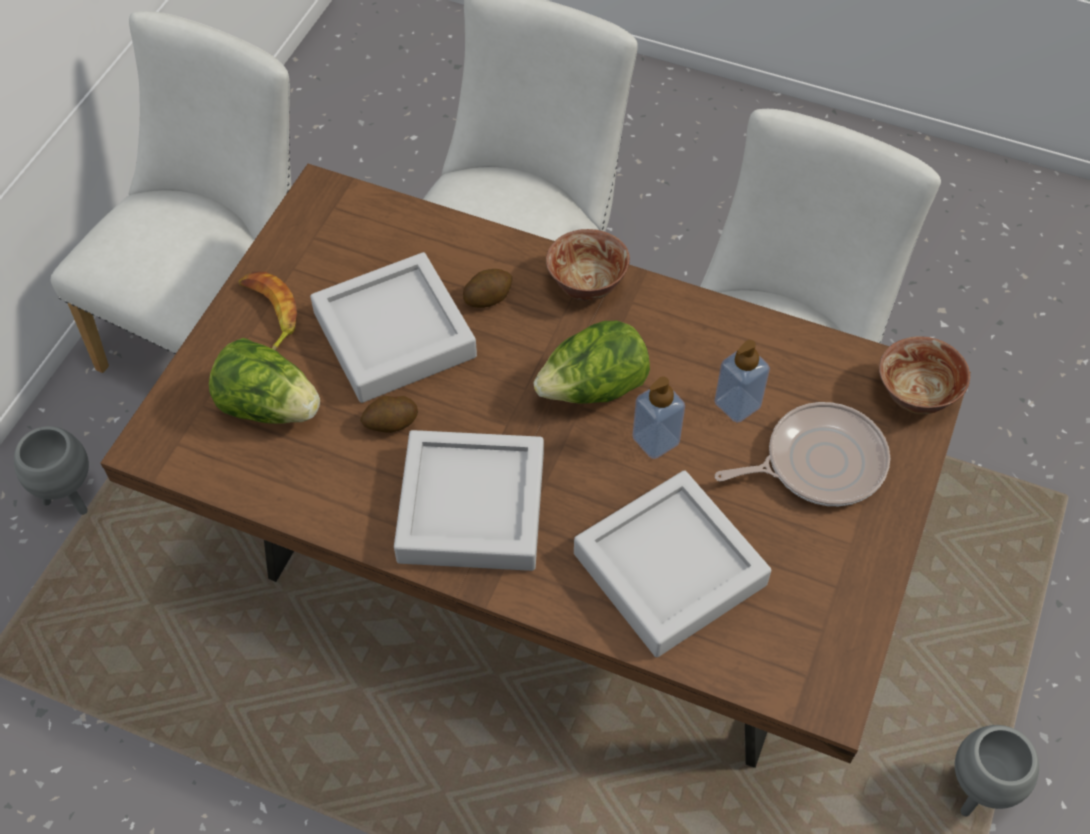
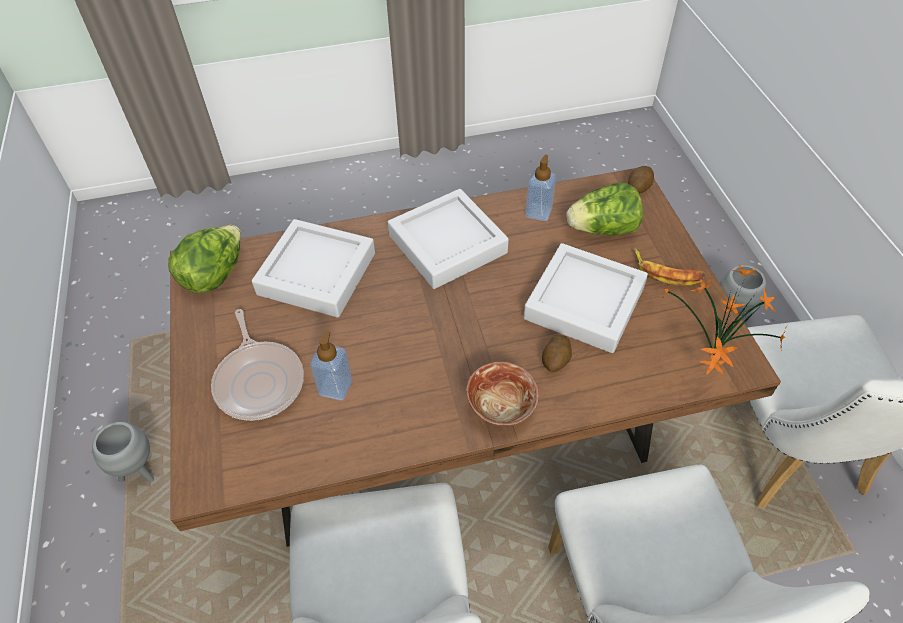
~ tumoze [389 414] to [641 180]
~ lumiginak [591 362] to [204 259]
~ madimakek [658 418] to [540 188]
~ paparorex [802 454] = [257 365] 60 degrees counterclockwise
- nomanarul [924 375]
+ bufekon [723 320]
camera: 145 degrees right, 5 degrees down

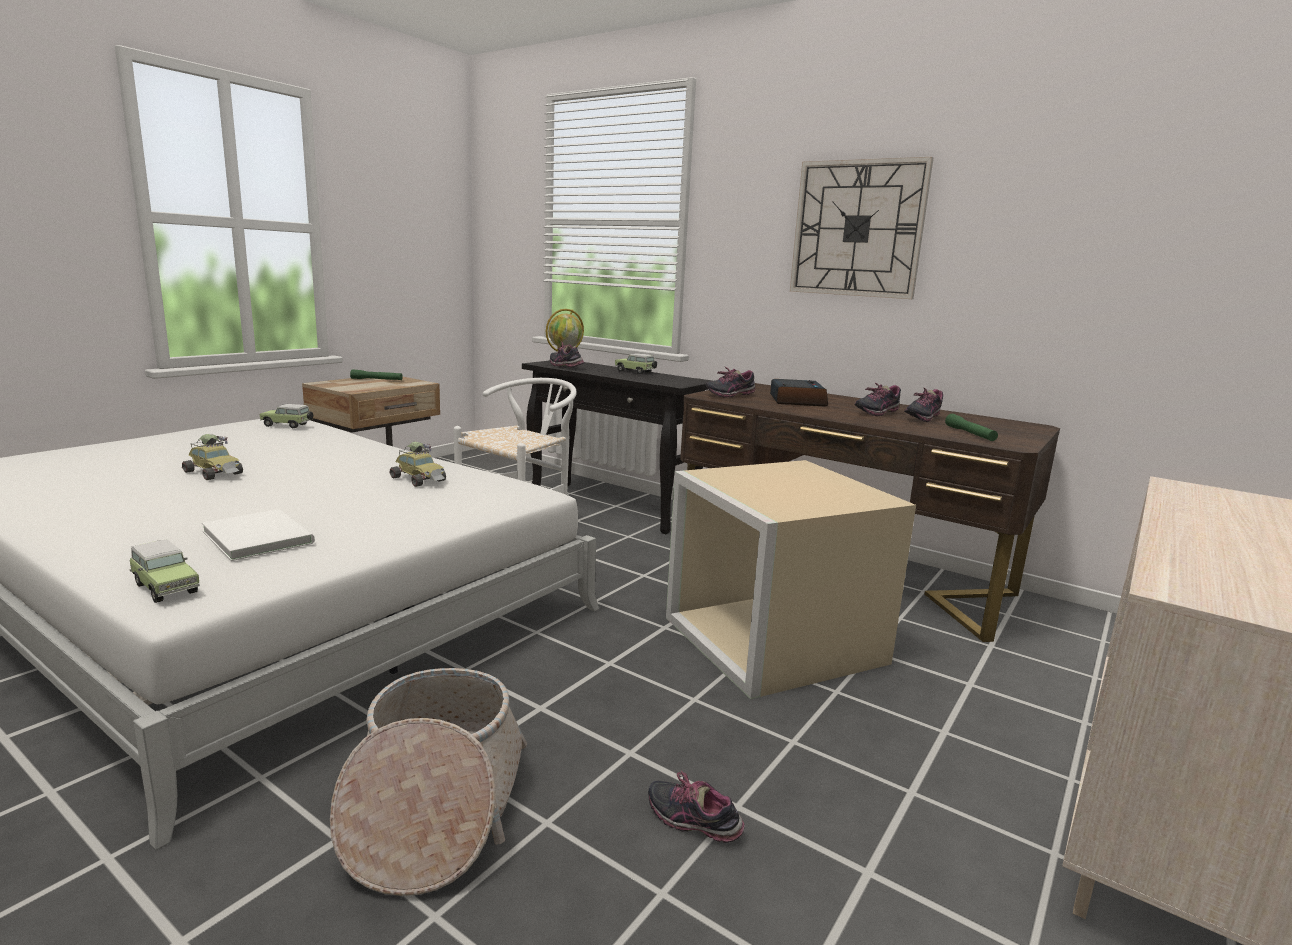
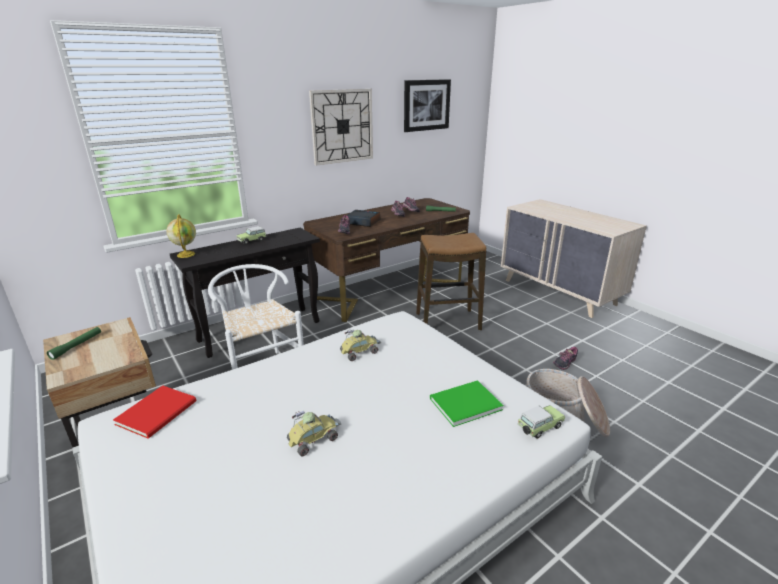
~ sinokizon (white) [258 535] to sinokizon (green) [466 403]
~ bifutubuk [286 416] to sinokizon (red) [155 412]
- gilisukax [567 354]
~ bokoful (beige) [791 579] to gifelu [451 281]
+ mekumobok [427 105]
camera: 70 degrees left, 10 degrees up

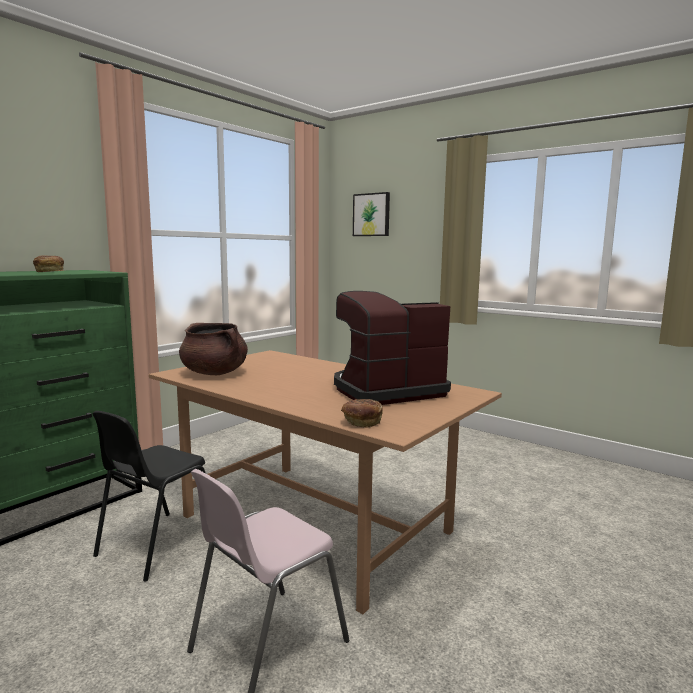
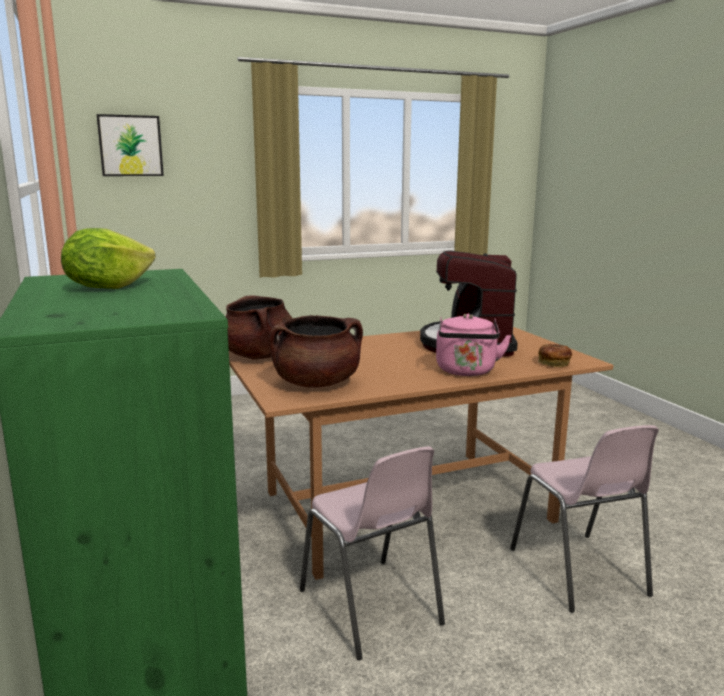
~ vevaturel [48 263] to lumiginak [108 258]
~ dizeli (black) [148 496] to dizeli (pink) [372 553]
+ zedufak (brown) [259 327]
+ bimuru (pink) [473 345]
camera: 60 degrees left, 5 degrees up

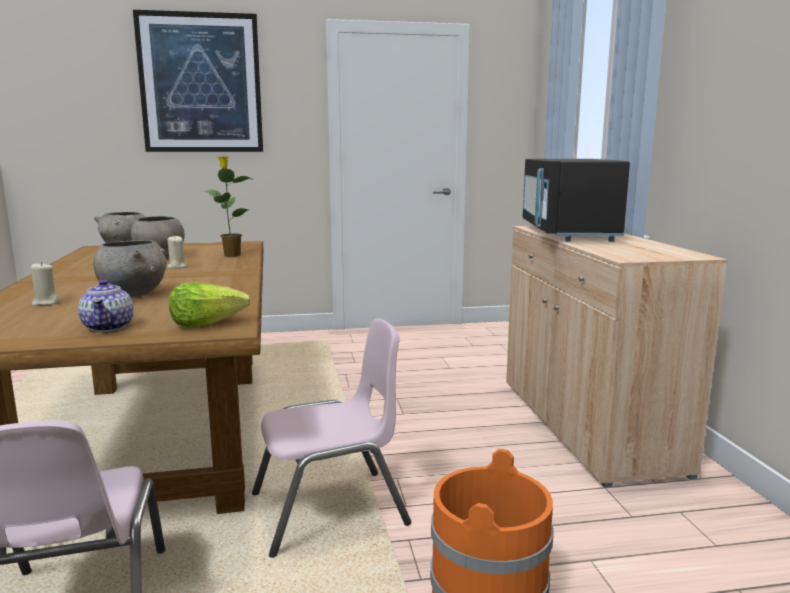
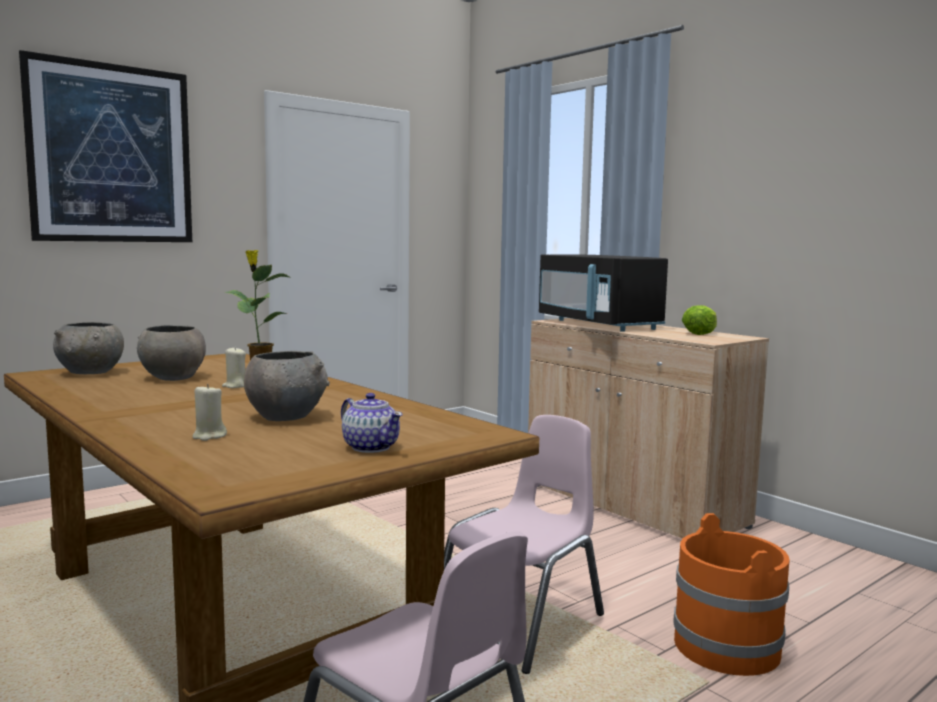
~ lumiginak [210 304] to [699 320]
camera: 30 degrees left, 5 degrees down

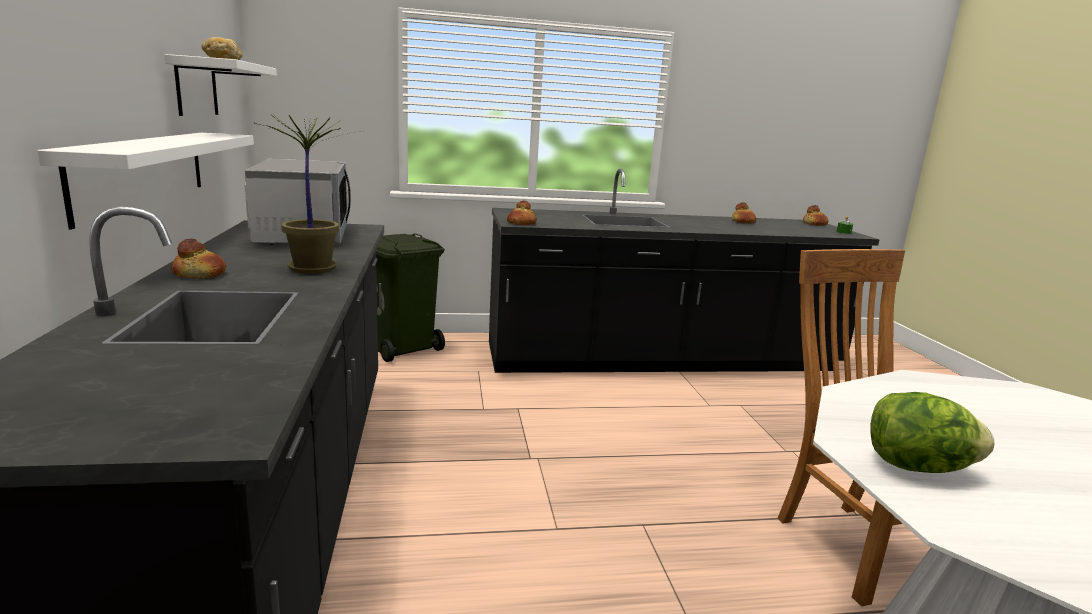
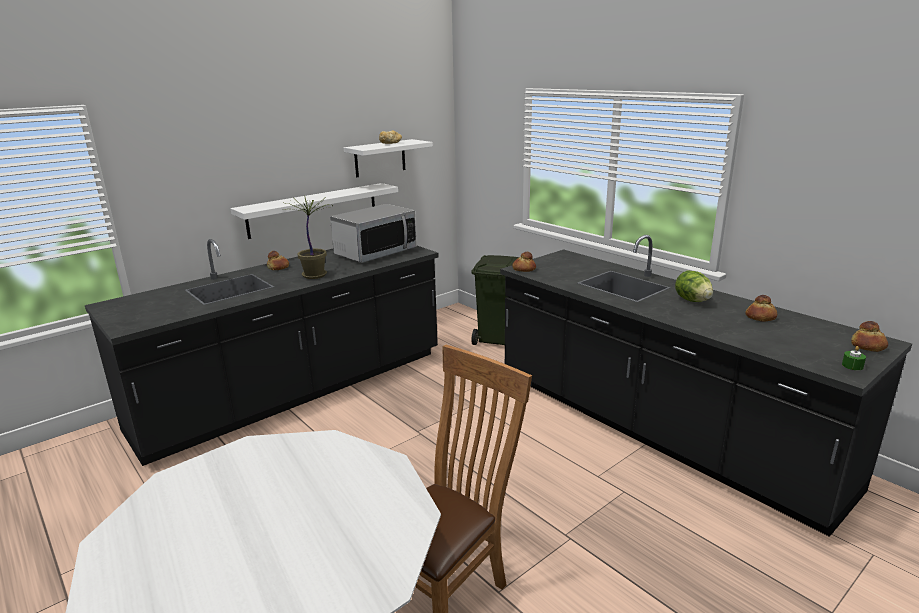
~ lumiginak [932 432] to [694 286]
camera: 60 degrees right, 5 degrees up

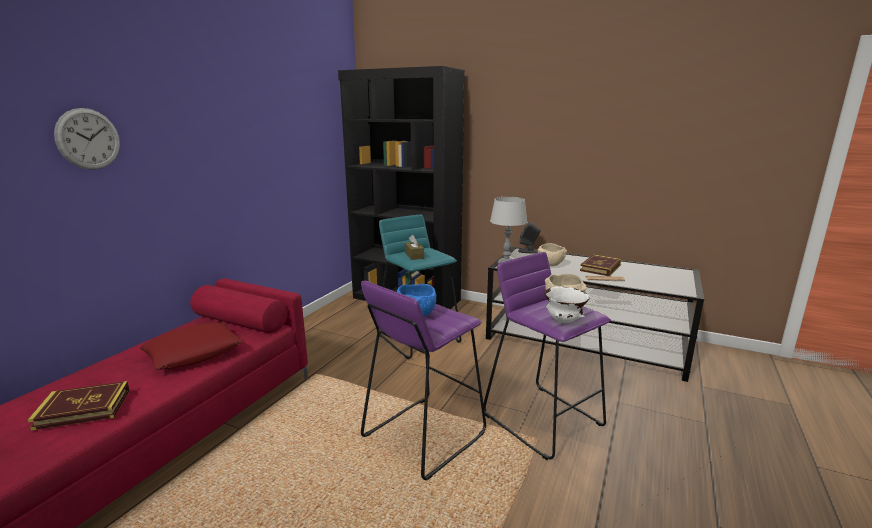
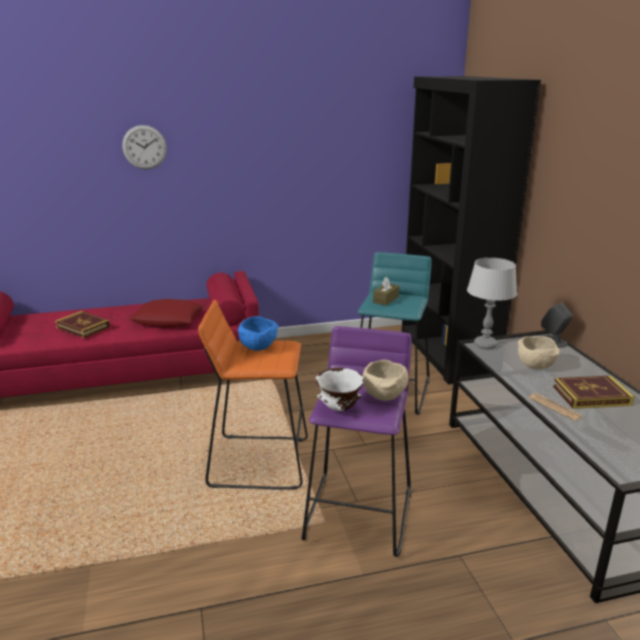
~ gifelu (purple) [423 380] to gifelu (orange) [253 395]
camera: 50 degrees right, 5 degrees up

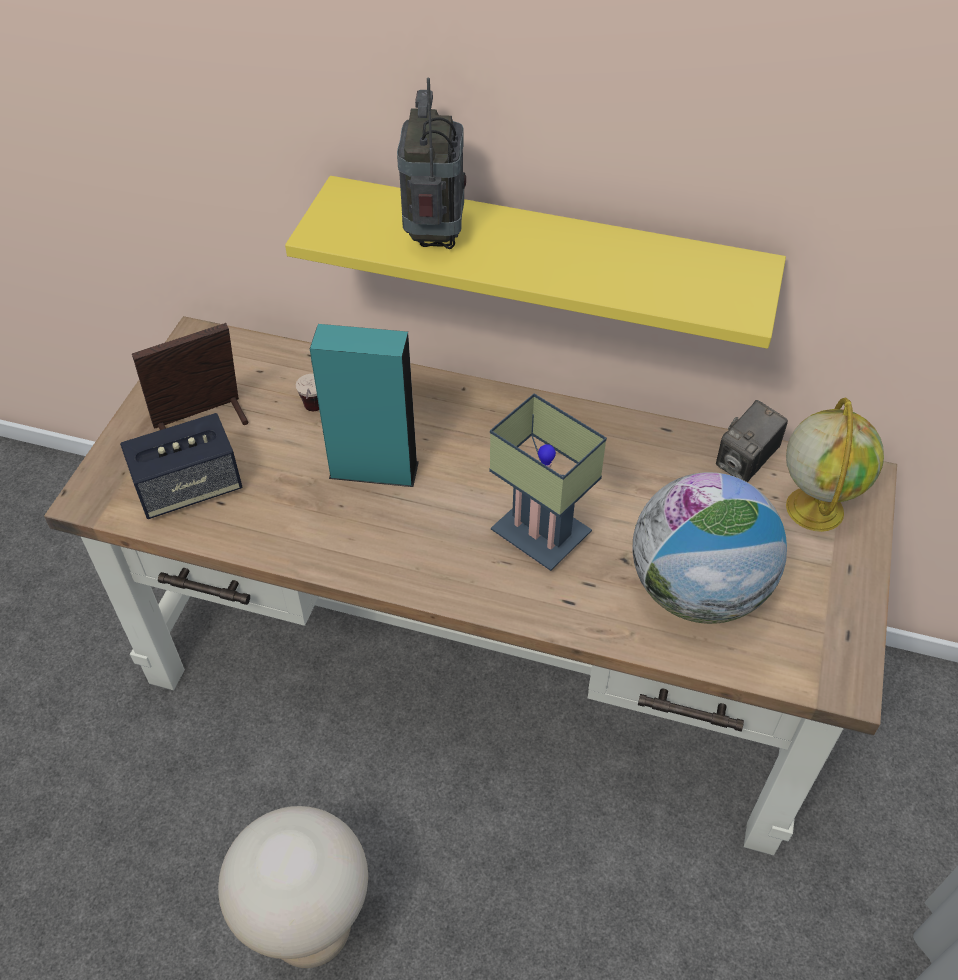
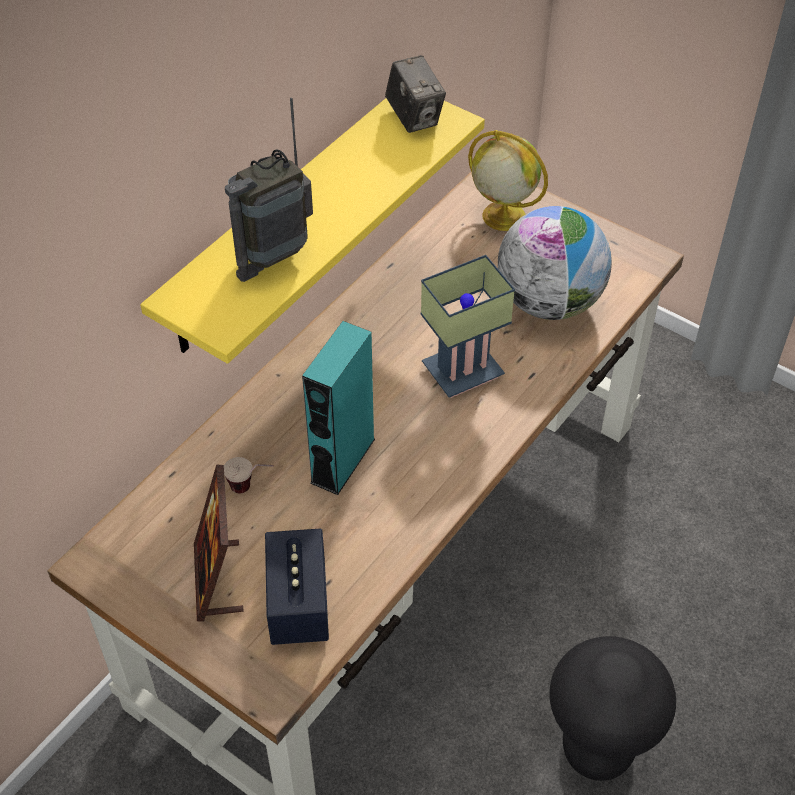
~ gifelu (beige) [293 887] to gifelu (black) [612 708]
~ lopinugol [431 163] = [269 190] 60 degrees counterclockwise
~ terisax [752 441] to [415 94]
camera: 70 degrees left, 0 degrees up

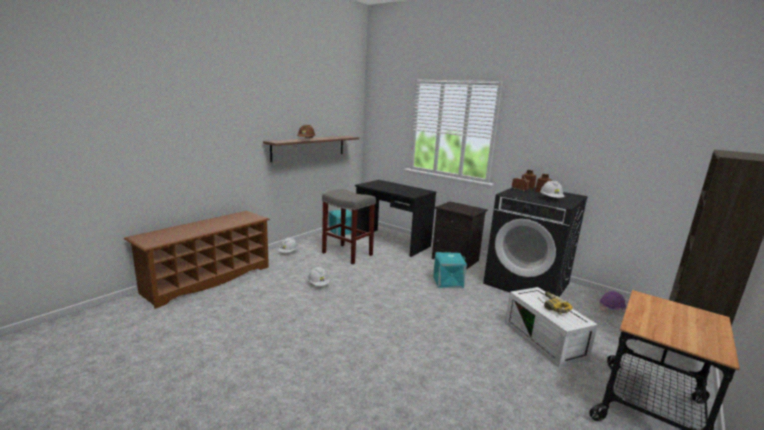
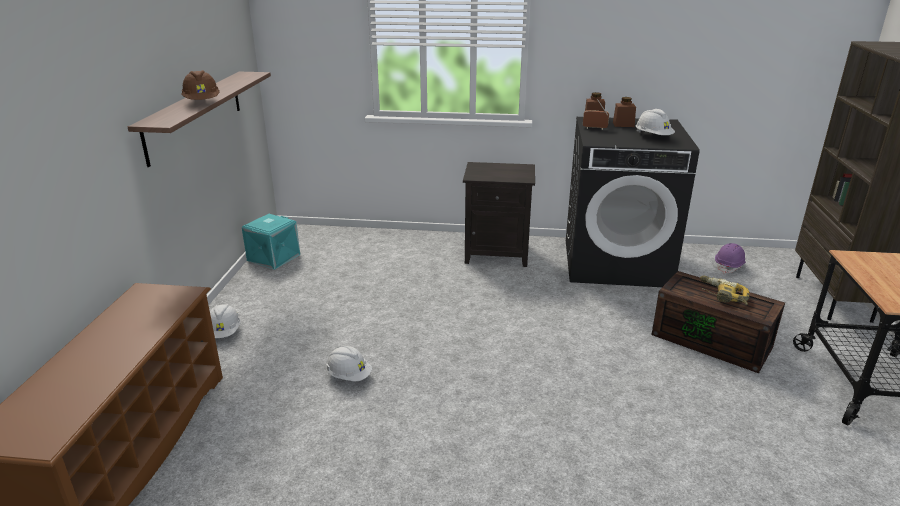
- gifelu (grey) [349 226]
- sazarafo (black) [395 218]
- bokoful (turquoise) [450 270]
~ bokoful (white) [551 327] to bokoful (brown) [718 322]
camera: 30 degrees left, 10 degrees up

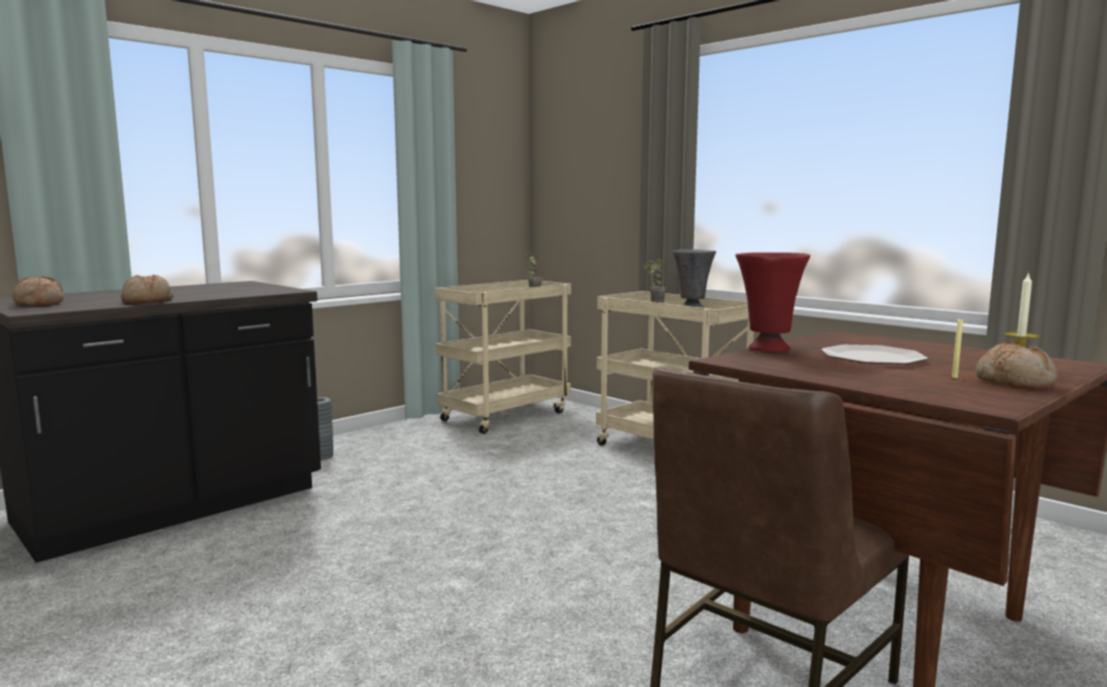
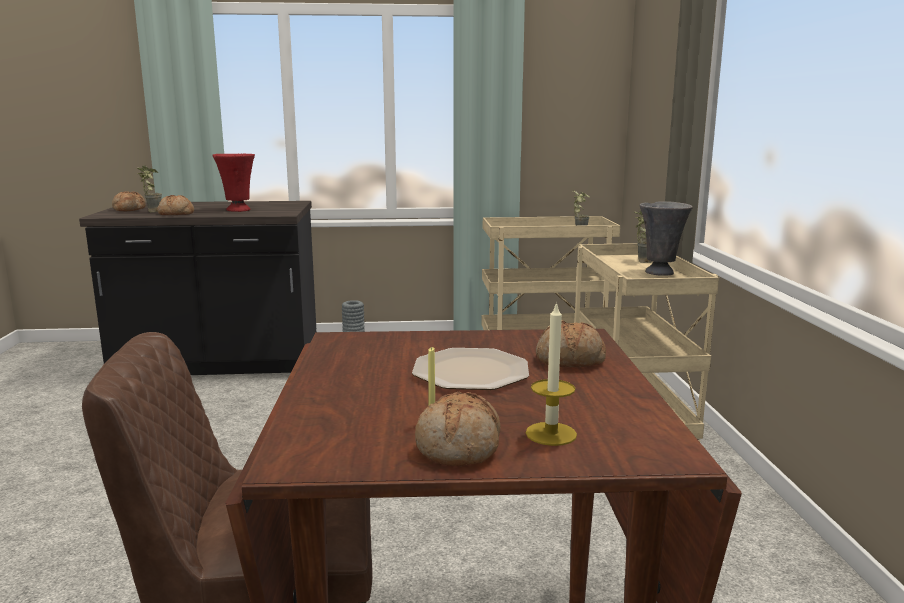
~ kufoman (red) [773 302] to [234 183]
+ bufekon [149 189]
+ vevaturel [571 343]
camera: 40 degrees right, 5 degrees up

